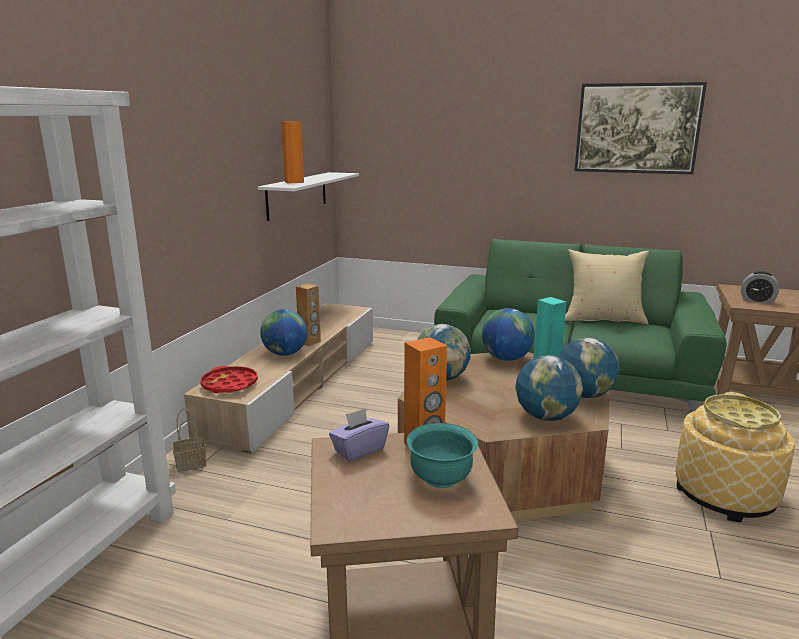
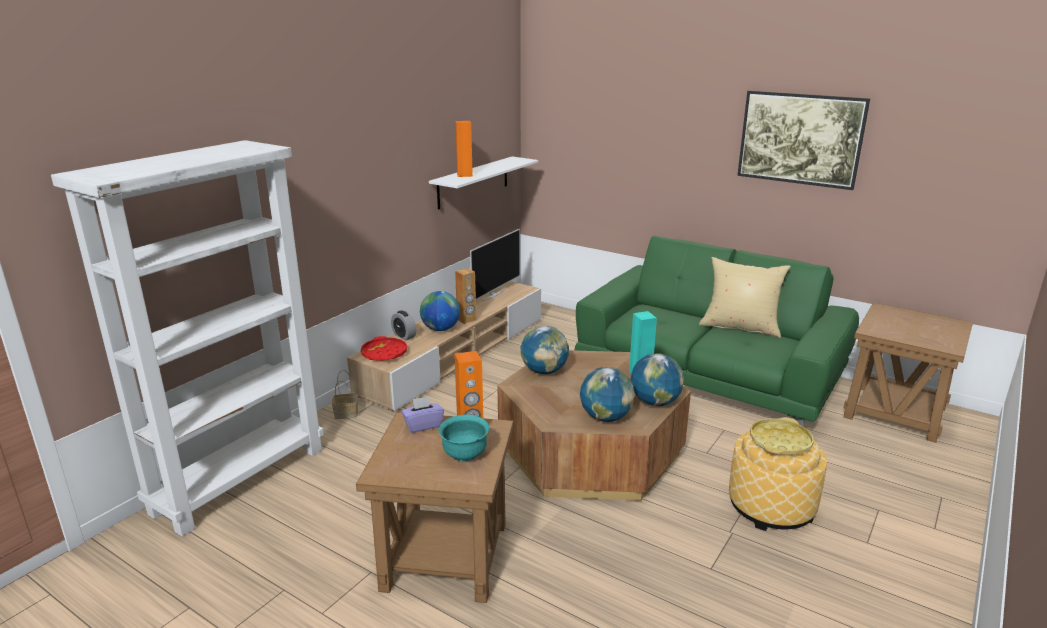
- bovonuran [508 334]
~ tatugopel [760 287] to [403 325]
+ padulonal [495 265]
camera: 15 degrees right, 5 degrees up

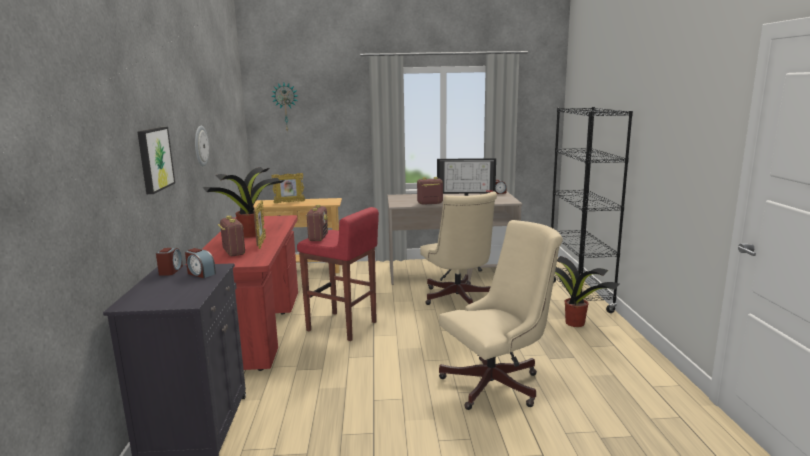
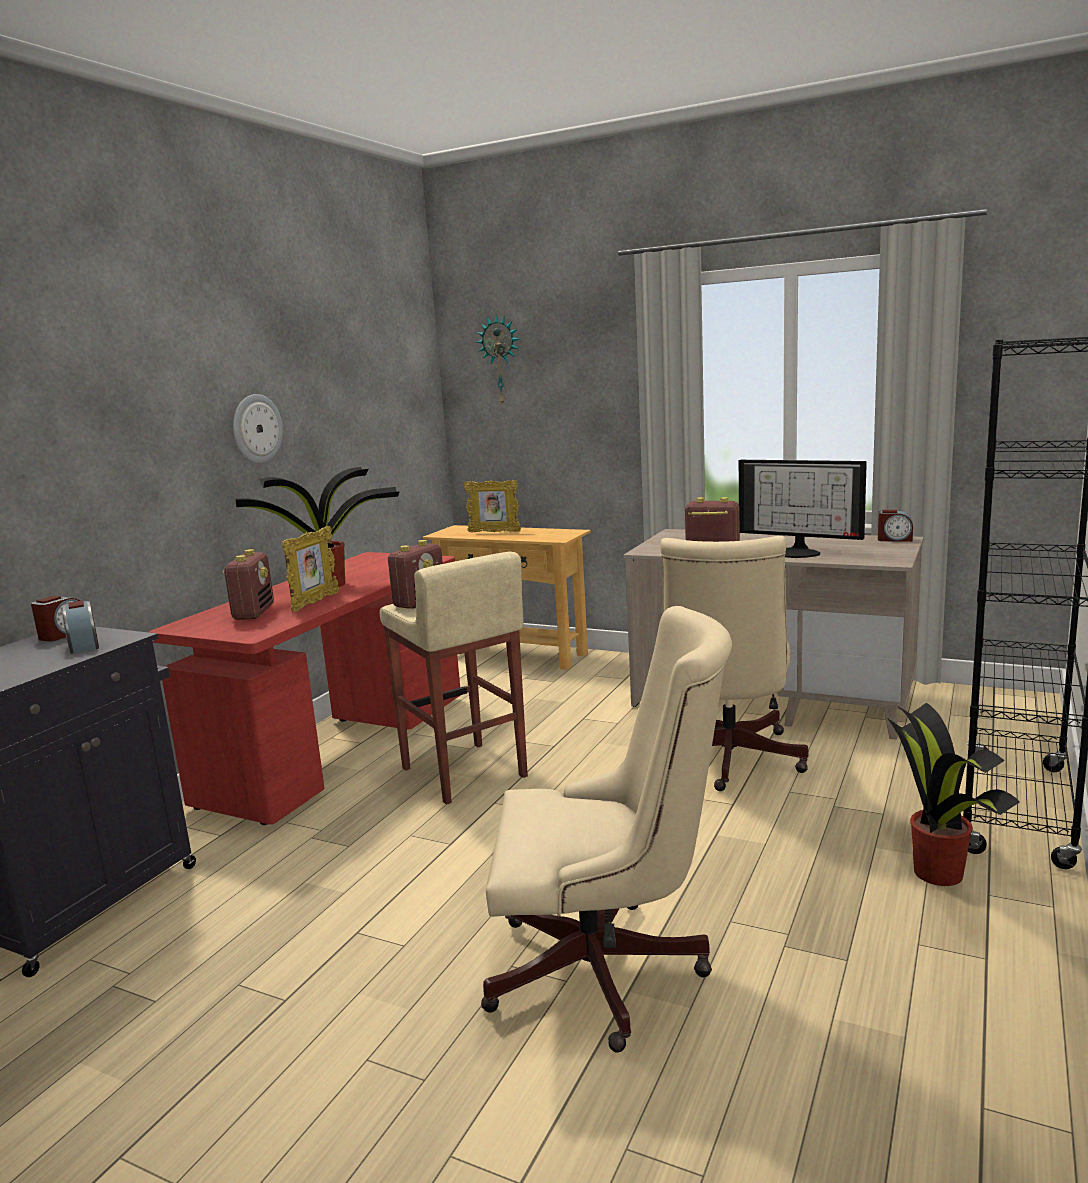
- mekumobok [156 160]
~ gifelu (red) [338 274] to gifelu (beige) [454 678]
camera: 30 degrees right, 0 degrees up

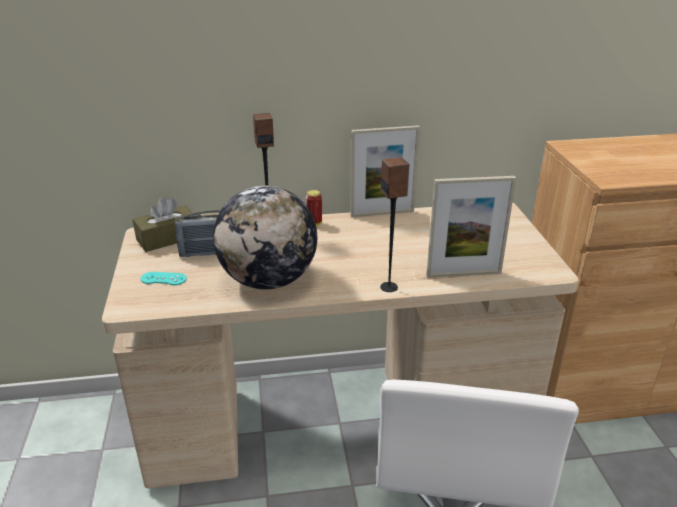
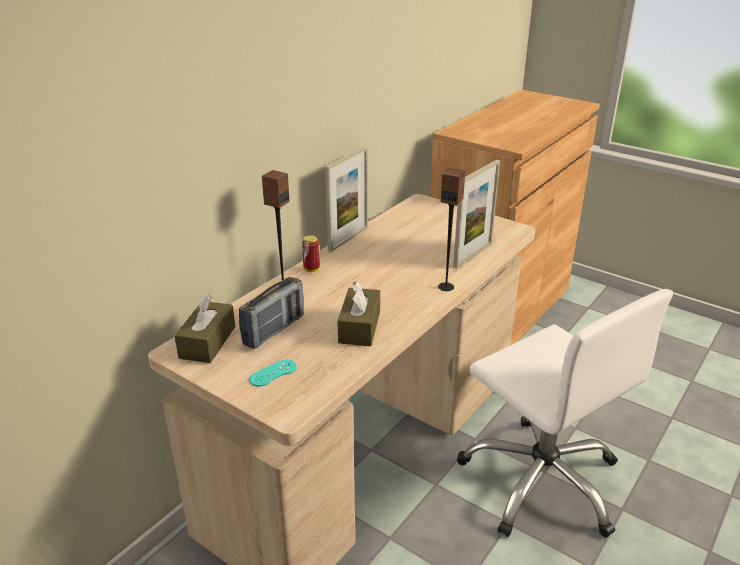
~ bovonuran [265 237] to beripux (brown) [358 313]
camera: 45 degrees left, 0 degrees up

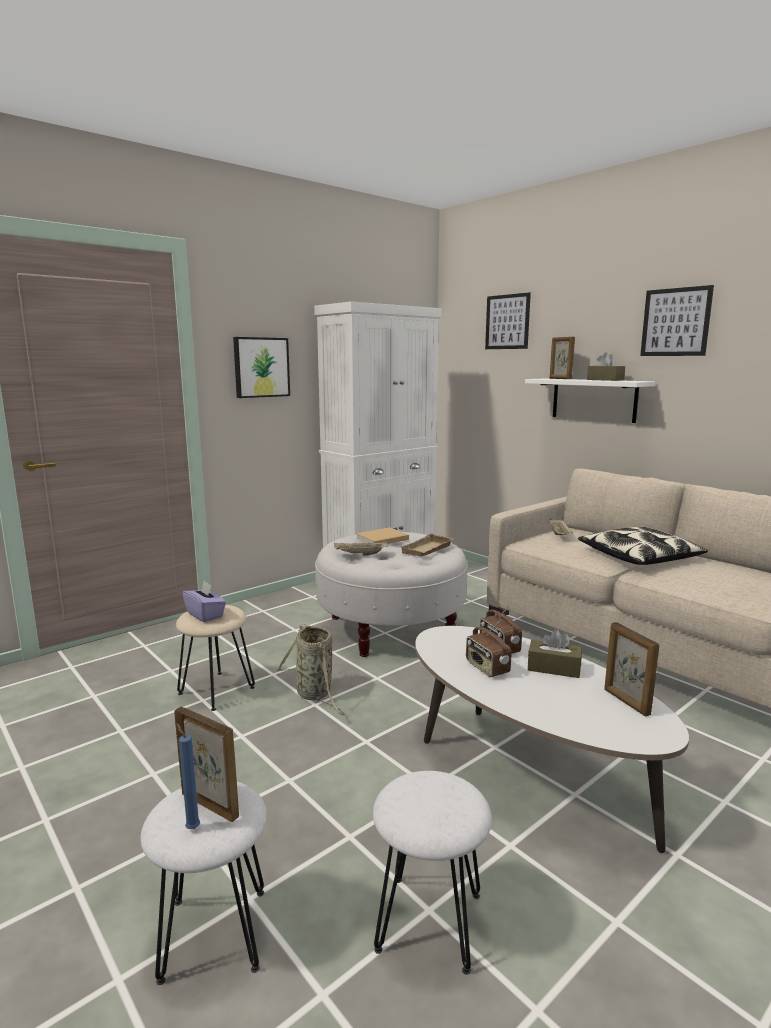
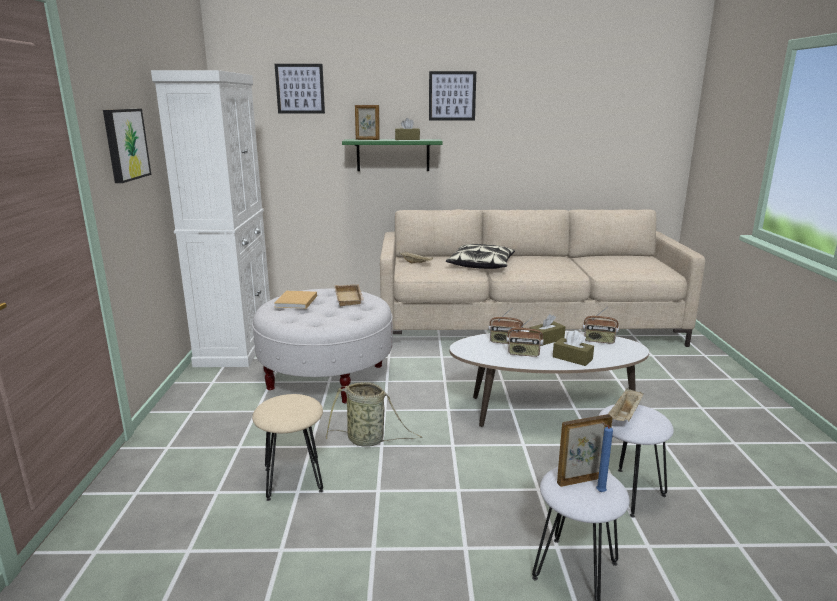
- beripux (purple) [204 601]
~ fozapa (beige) [361 548] to [626 404]
~ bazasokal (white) [590 401] to bazasokal (green) [392 155]
~ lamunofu [631 669] to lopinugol [600 325]
+ beripux (brown) [573 348]
camera: 50 degrees left, 5 degrees up

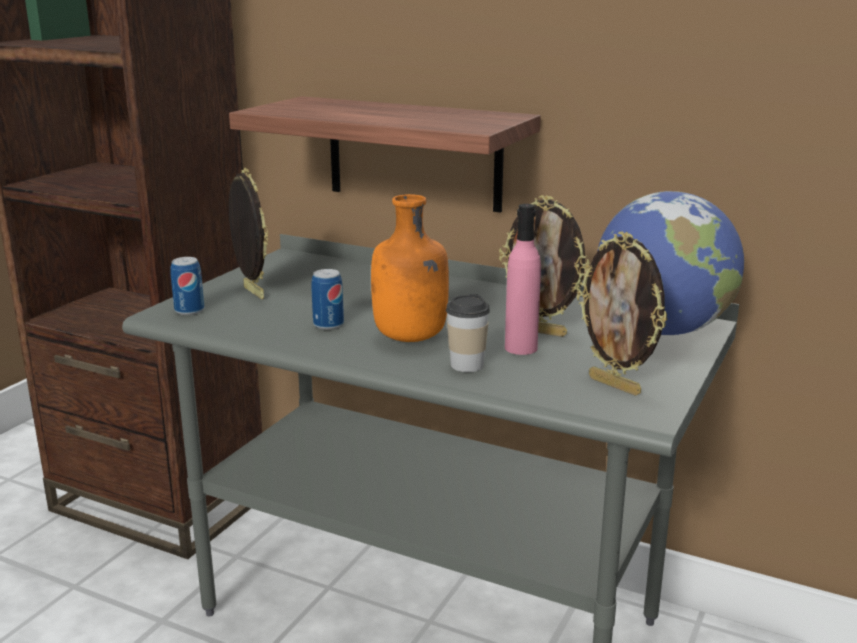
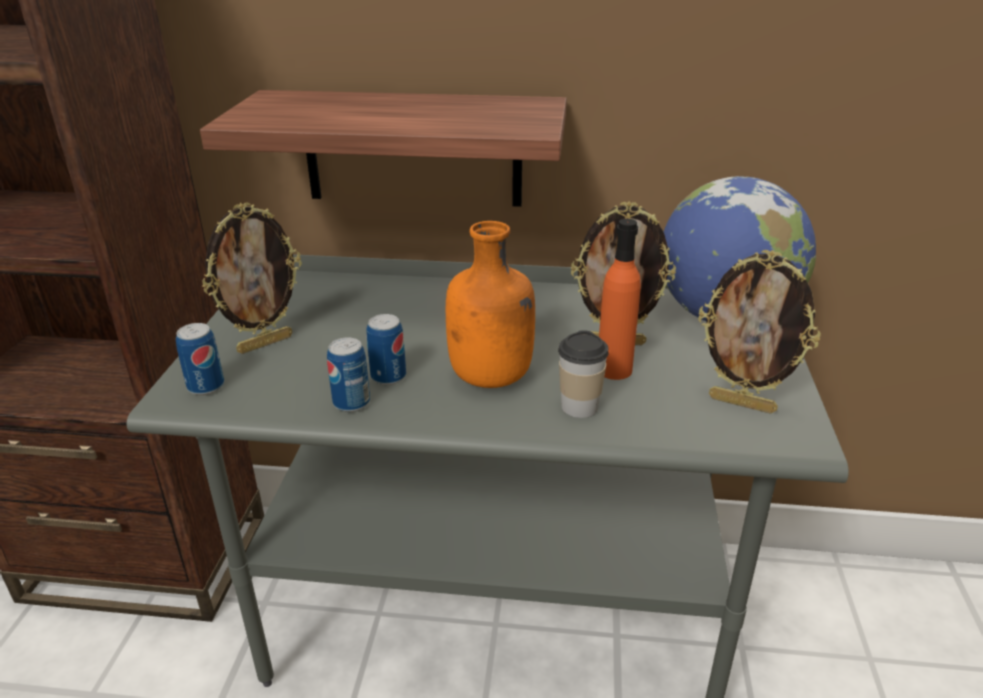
~ lamunofu [248 233] = [252 278] 105 degrees clockwise
~ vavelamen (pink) [523 279] to vavelamen (orange) [620 299]
+ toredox [348 374]
camera: 20 degrees left, 10 degrees up

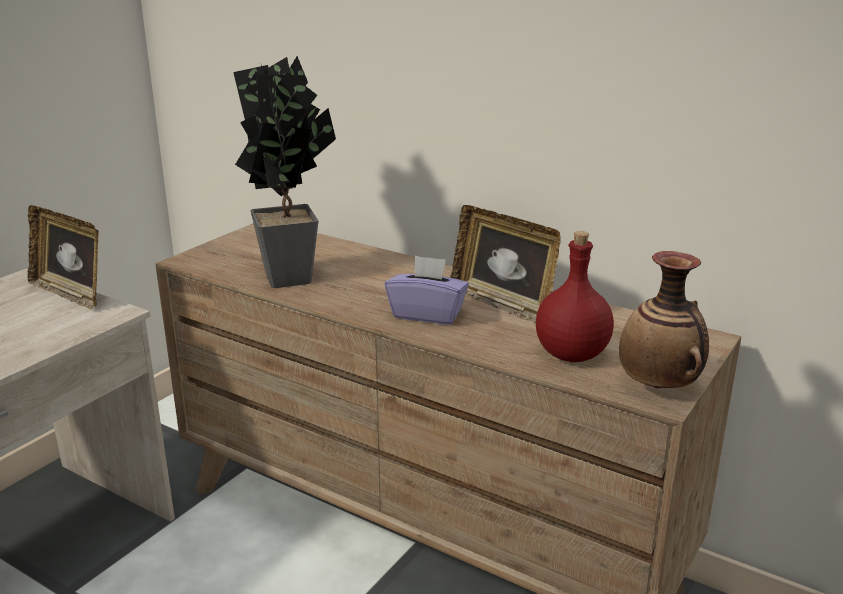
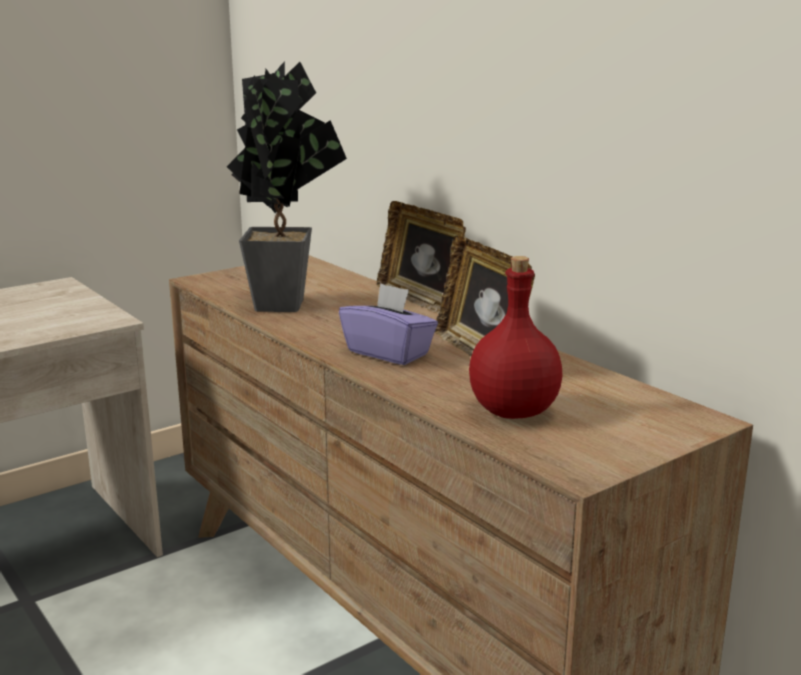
~ lamunofu [63 257] to [421 257]
- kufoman [664 319]
camera: 20 degrees right, 5 degrees down

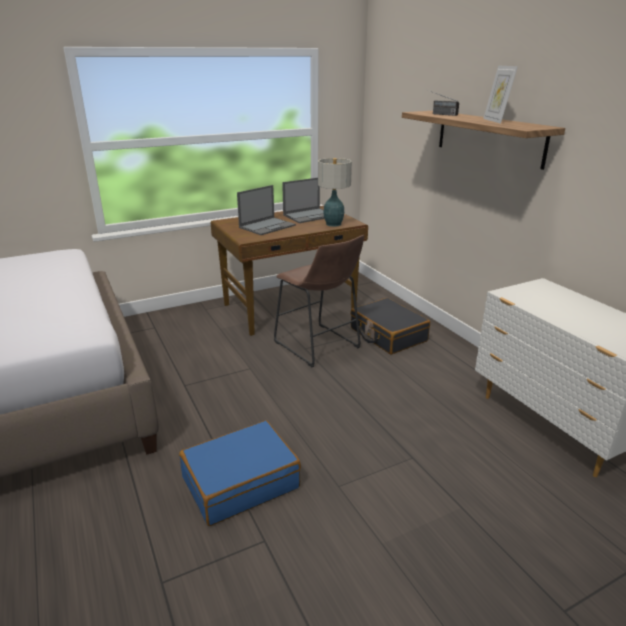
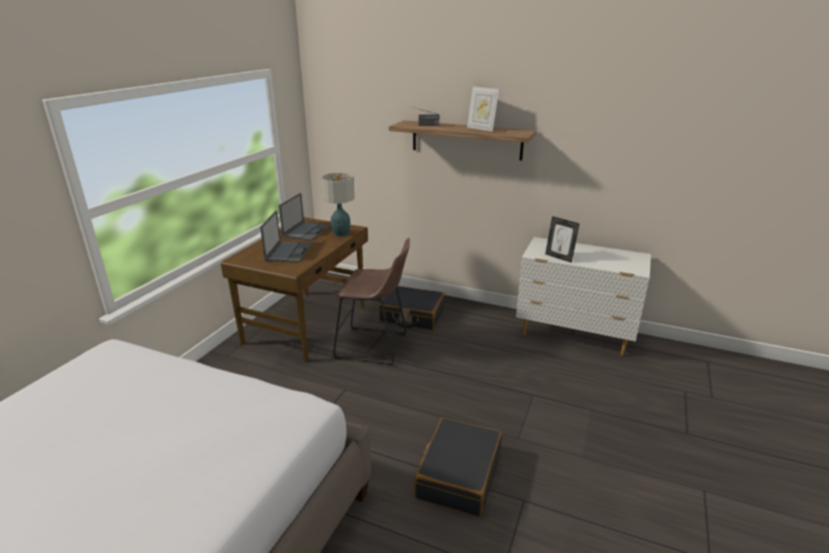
~ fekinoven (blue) [240 473] to fekinoven (black) [458 467]
+ lamunofu [562 239]
camera: 40 degrees left, 0 degrees up

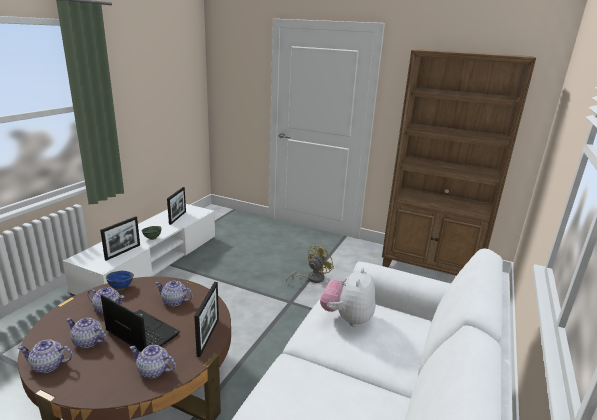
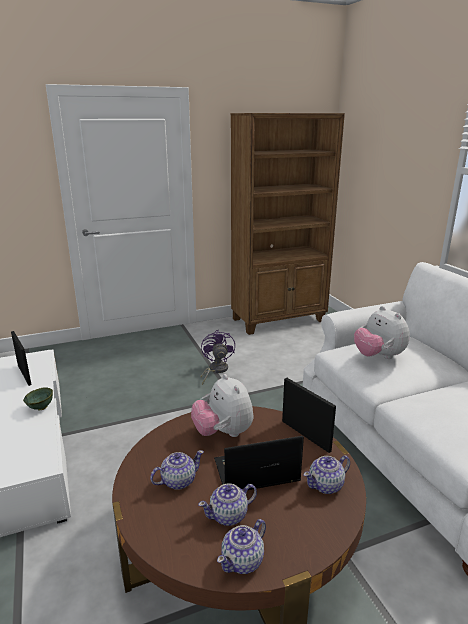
- lamunofu [120 238]
- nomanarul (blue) [120 280]
~ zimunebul [174 293] to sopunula [222 405]
~ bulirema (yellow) [310 263] to bulirema (purple) [217 357]
camera: 45 degrees left, 0 degrees up

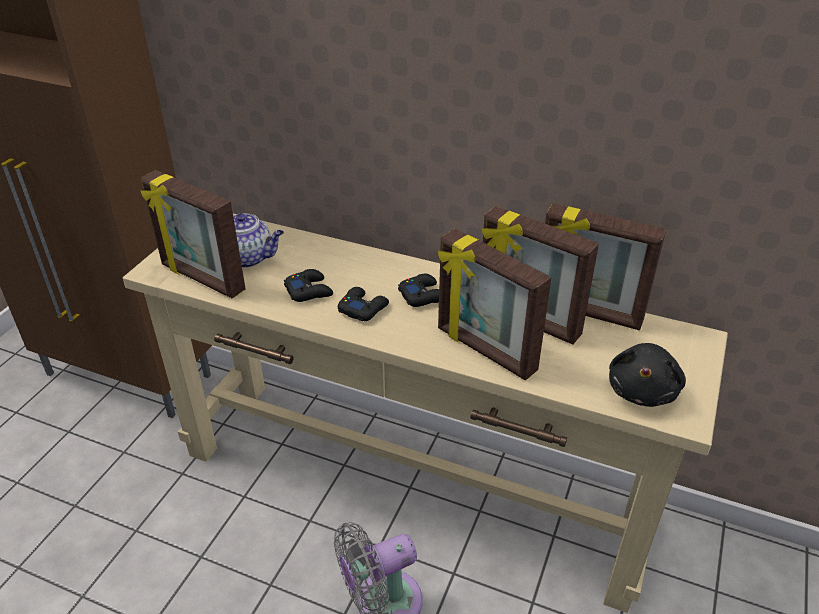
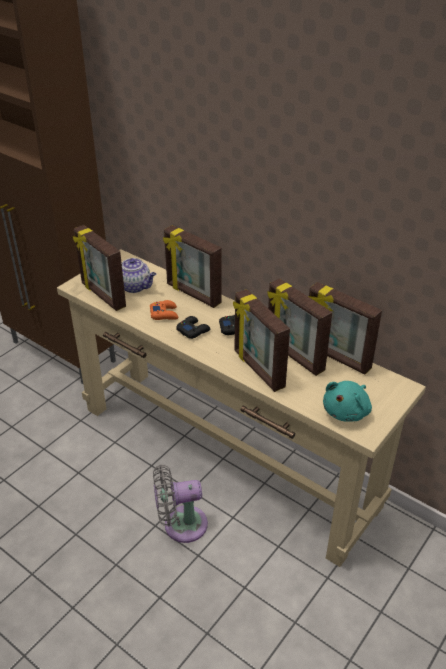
~ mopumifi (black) [308 285] to mopumifi (orange) [164 310]
~ sopunula (black) [647 375] to sopunula (turquoise) [347 401]
+ lamunofu [192 266]
camera: 15 degrees right, 0 degrees up

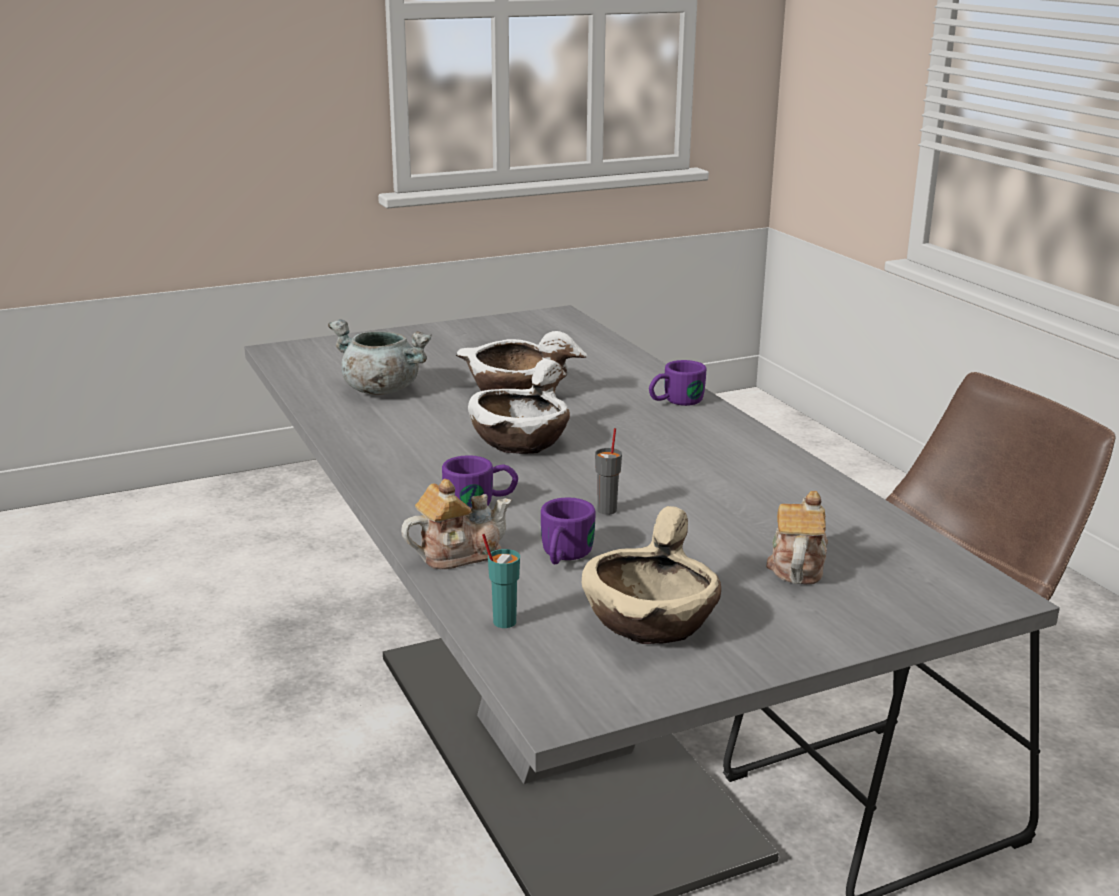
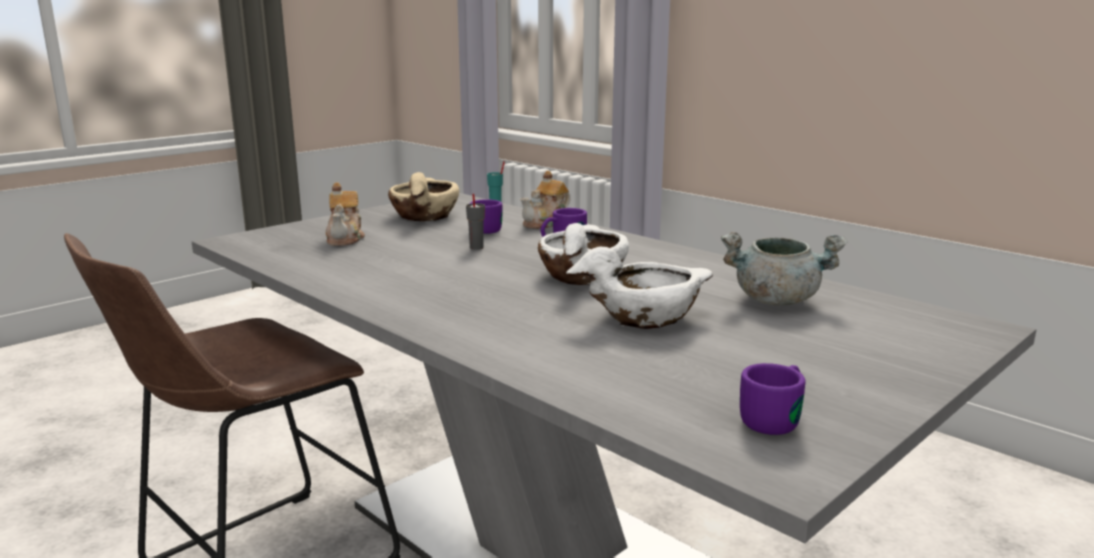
~ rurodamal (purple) [677 383] to [773 399]
camera: 160 degrees right, 5 degrees down

